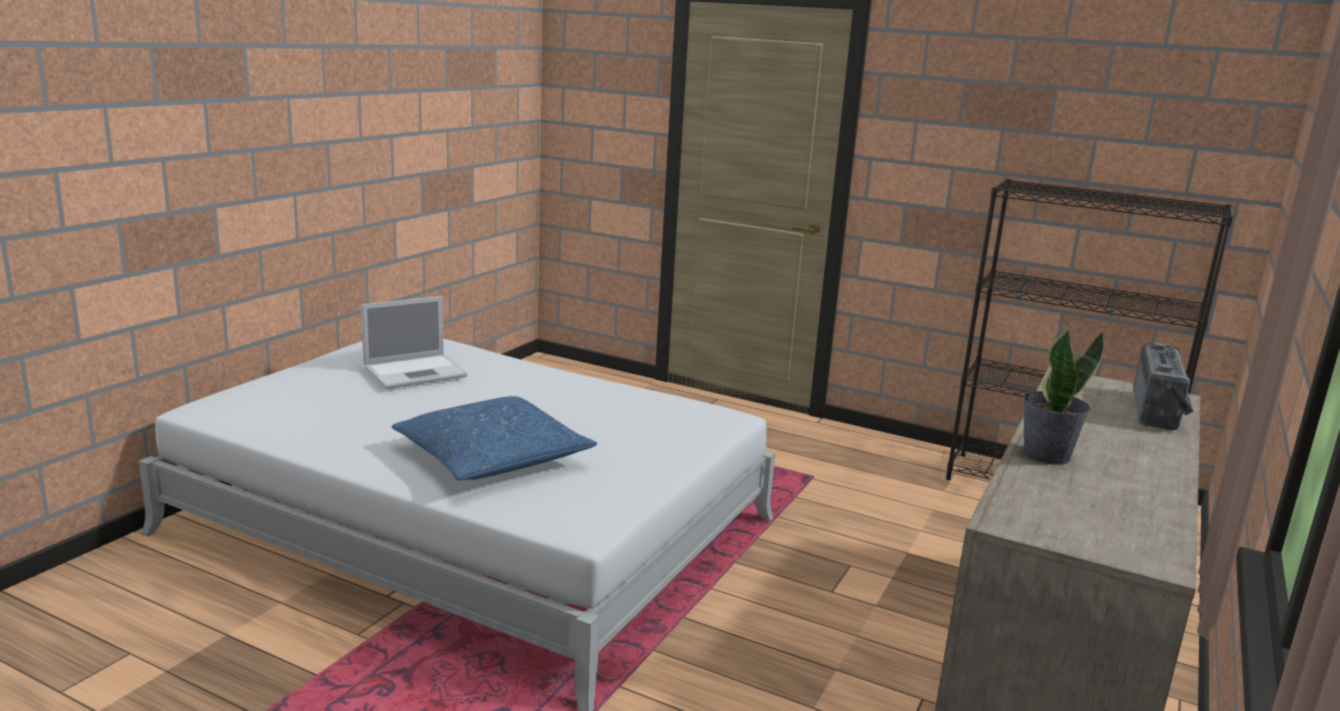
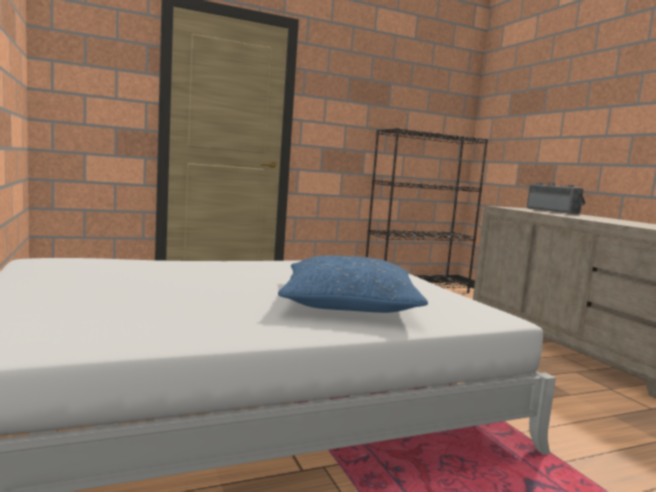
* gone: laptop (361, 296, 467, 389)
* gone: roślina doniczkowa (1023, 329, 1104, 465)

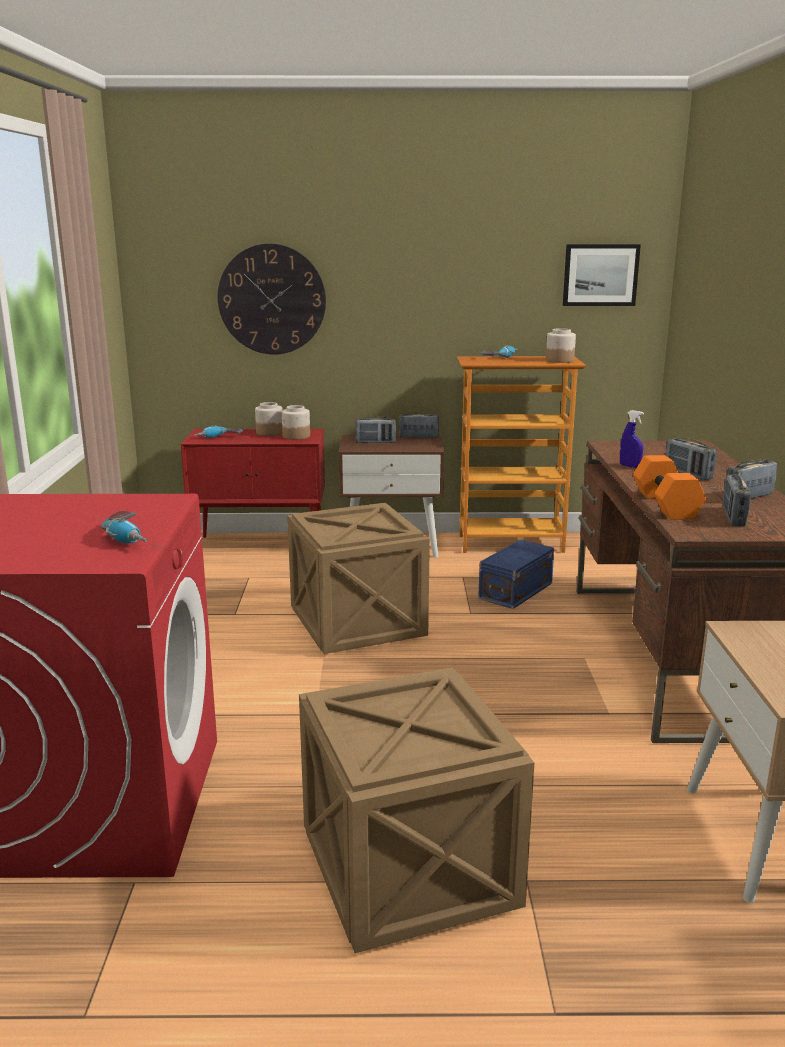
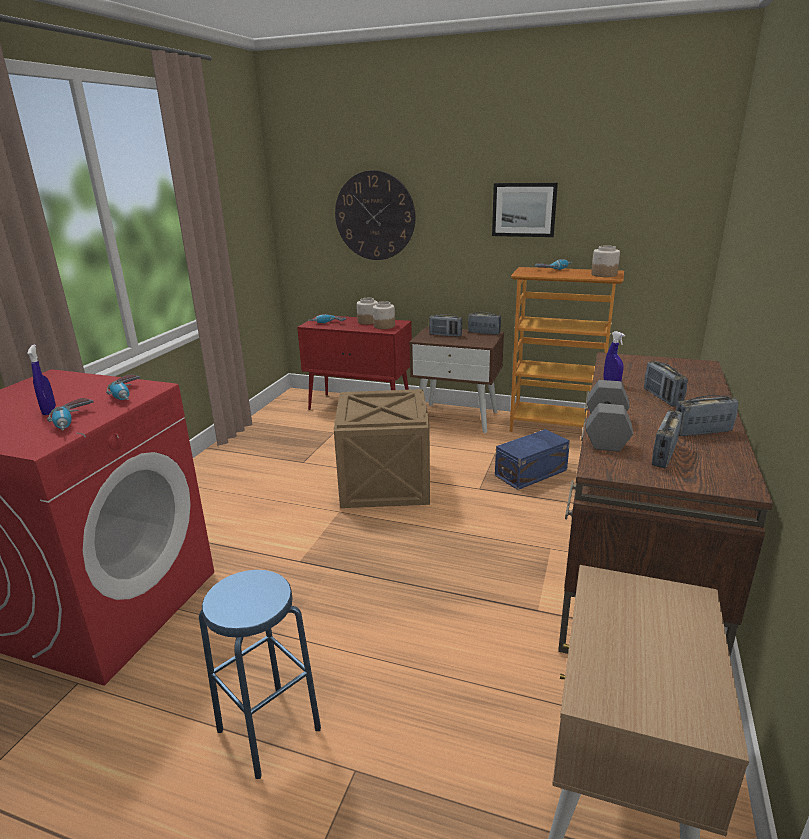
* new: spryskiwacz [niebieski] (27, 344, 56, 415)
* new: wiertarka (106, 375, 140, 400)
* shifted: obraz (563, 244, 641, 306) to (492, 183, 558, 237)
* swapped: skrzynka (299, 667, 534, 953) to stołek [niebieski] (199, 570, 321, 779)
* repainted: hantel [pomarańczowy] (633, 455, 706, 520) to hantel [szary] (586, 380, 633, 452)

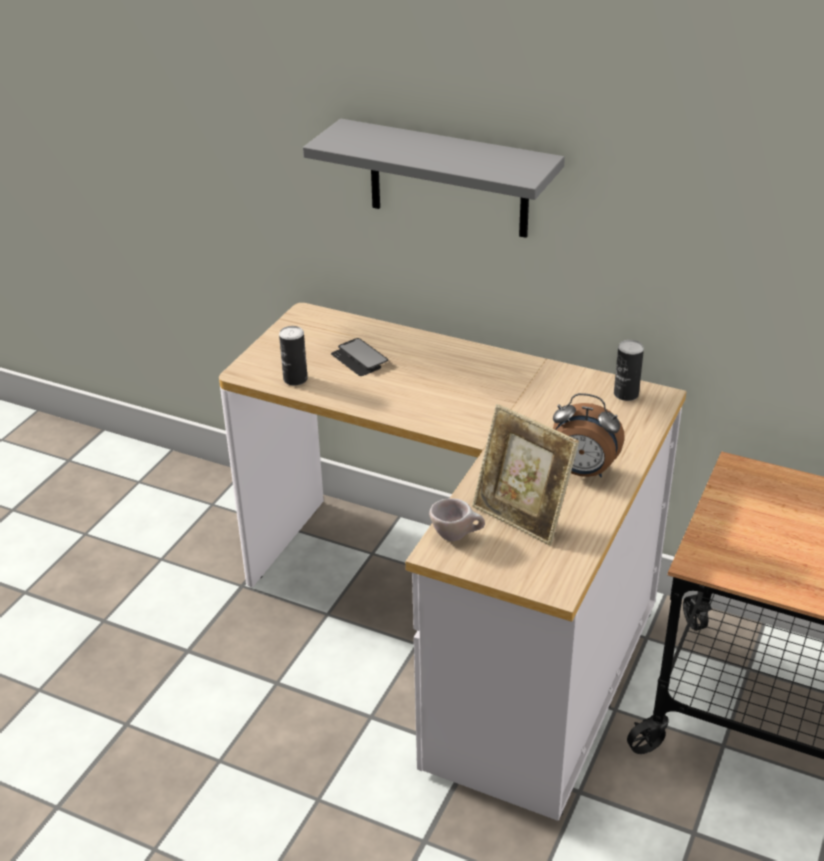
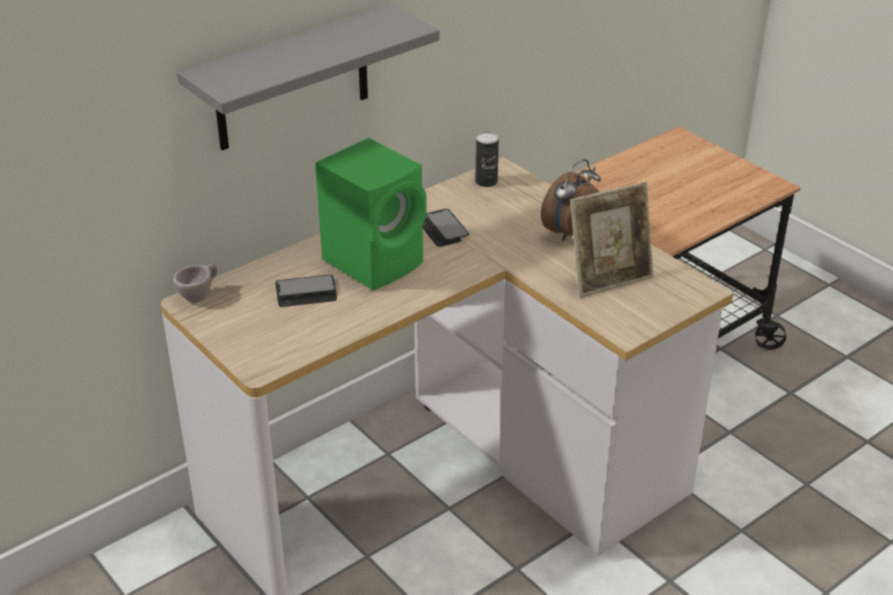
* gone: puszka (279, 326, 308, 385)
* new: głośnik [zielony] (315, 138, 427, 291)
* new: telefon (423, 209, 469, 247)
* shifted: filiżanka [beżowy] (429, 498, 485, 541) to (173, 264, 217, 303)

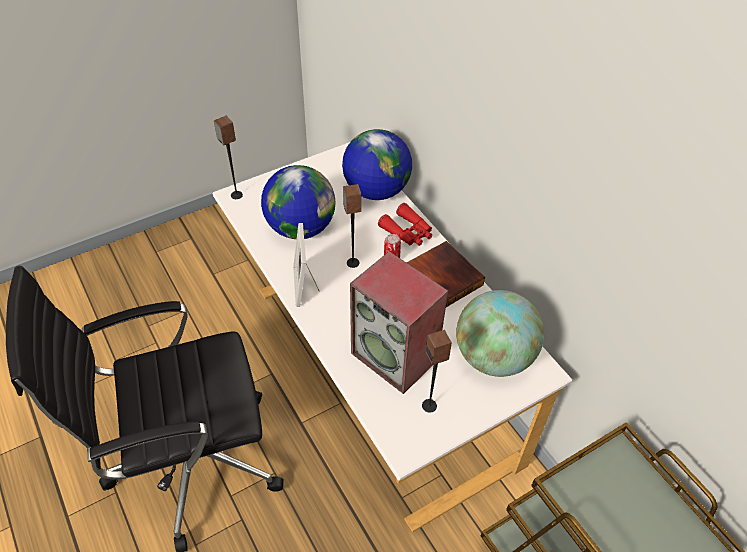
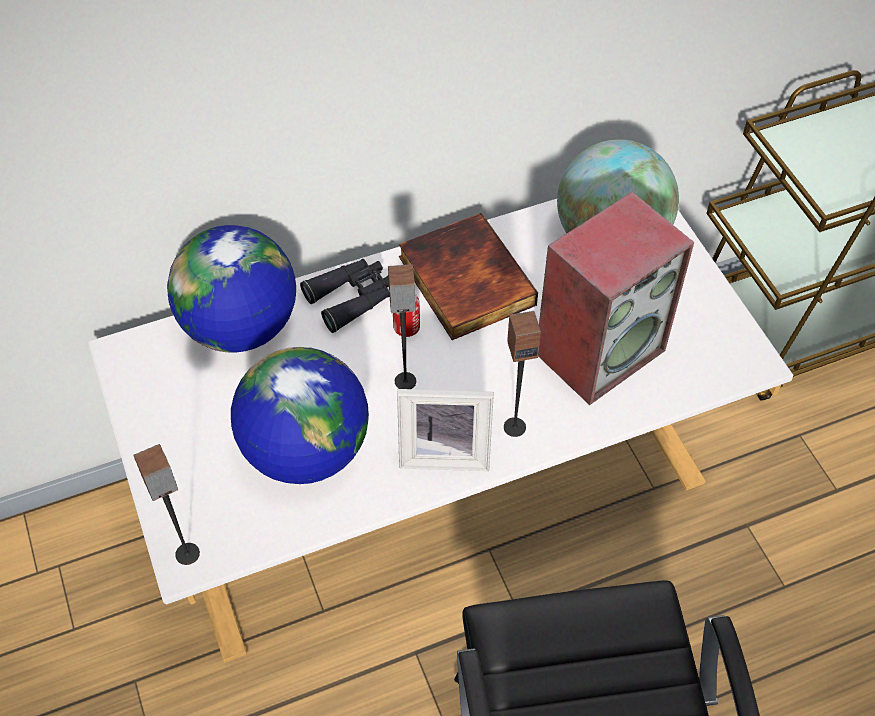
* shifted: głośnik (422, 330, 452, 412) to (504, 311, 541, 437)
* repainted: lornetka [czerwony] (378, 203, 432, 246) to lornetka [czarny] (300, 259, 390, 333)

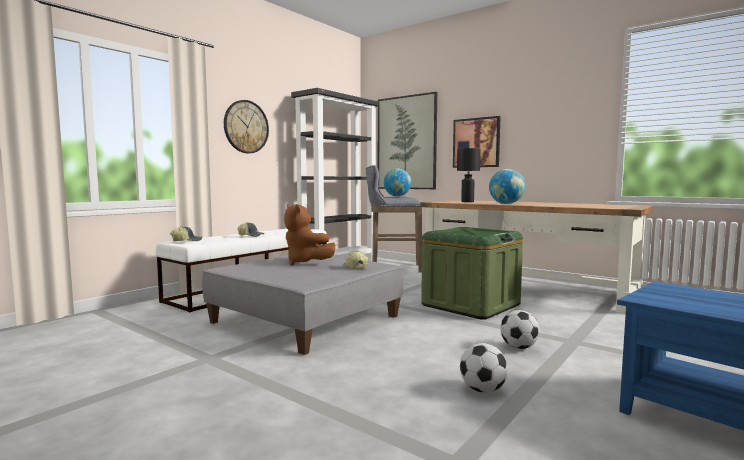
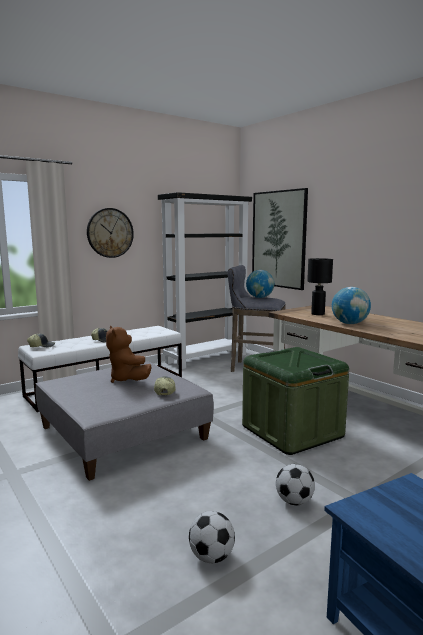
* gone: obraz (453, 116, 501, 168)

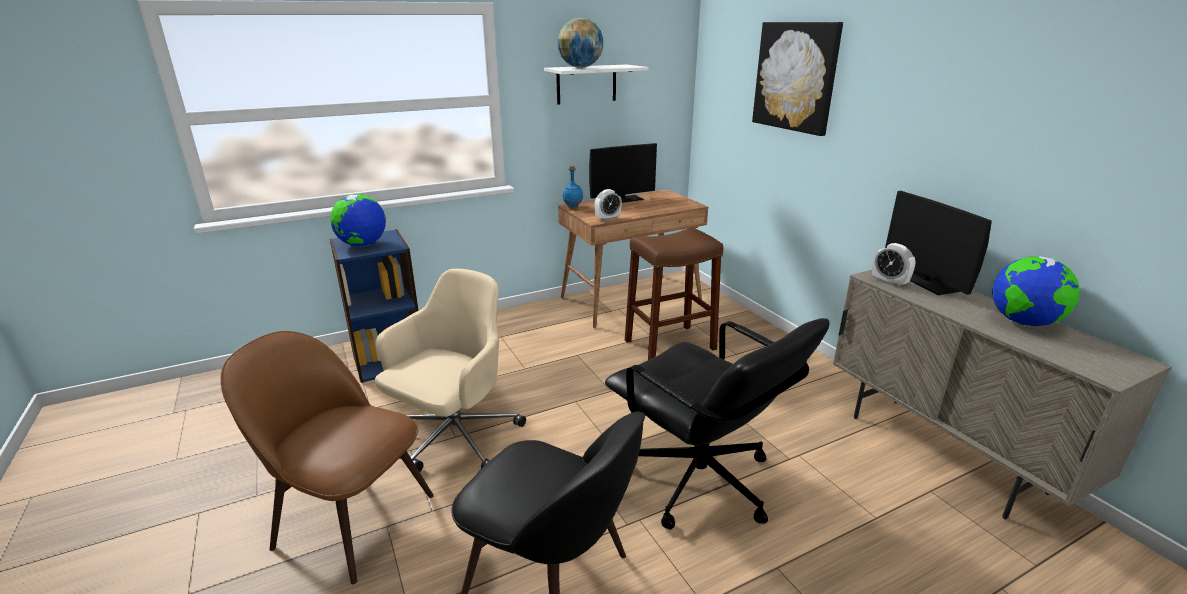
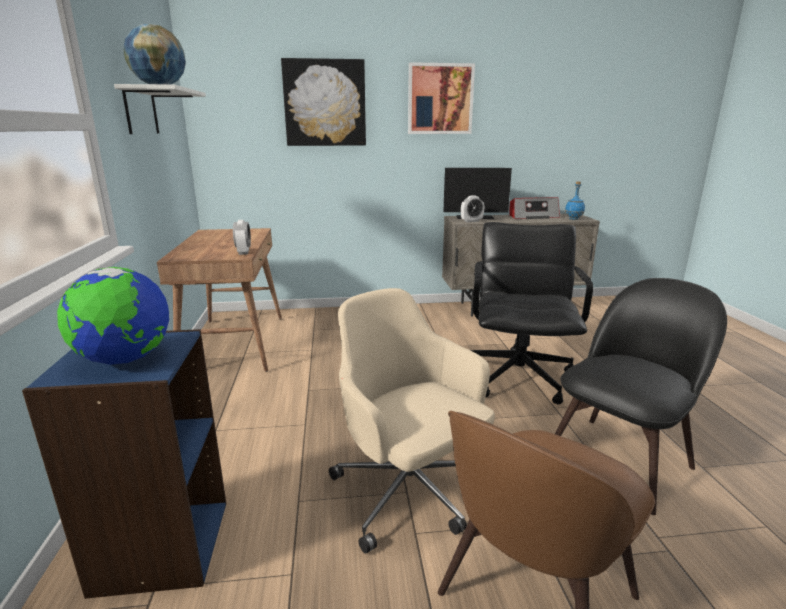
* gone: monitor (589, 143, 657, 203)
* gone: stołek [brązowy] (625, 228, 723, 360)
* new: obraz (408, 62, 475, 134)
* shifted: butelka [niebieski] (562, 165, 583, 208) to (565, 182, 585, 220)
* swapped: globus (992, 256, 1080, 326) to radio (509, 197, 560, 219)
* rotated: krzesło biurowe [czarny] (605, 318, 830, 529) = (471, 222, 593, 404) 60 degrees counterclockwise

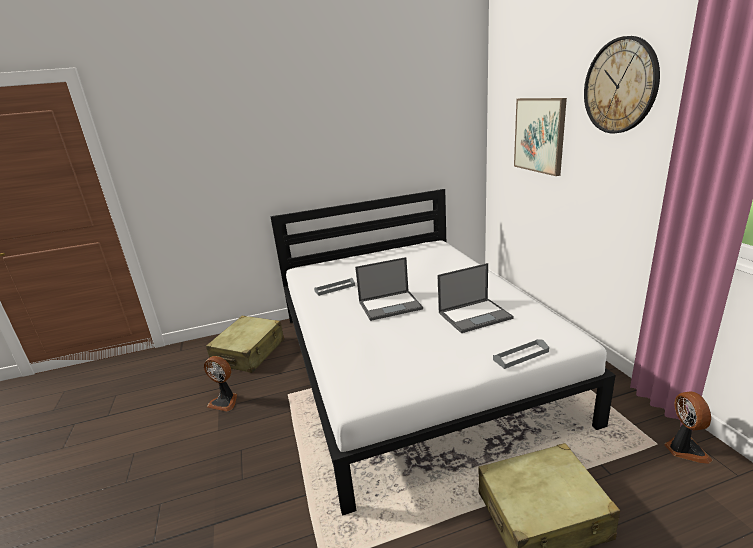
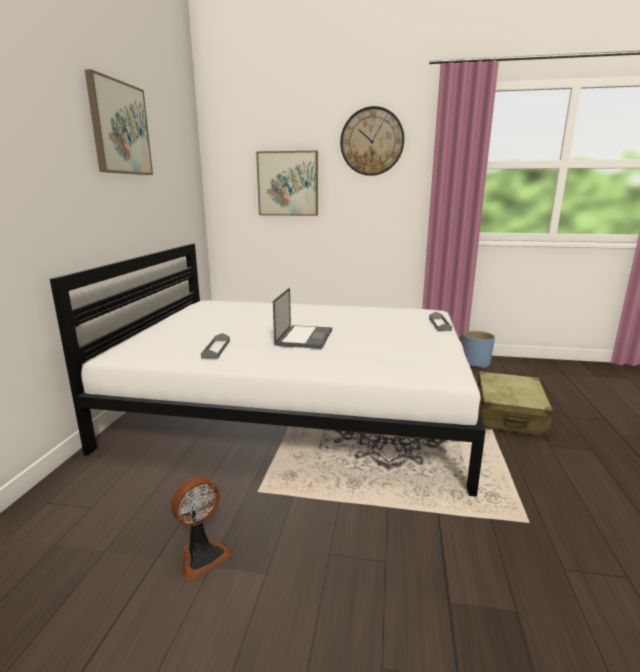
* gone: walizka [beżowy] (206, 316, 284, 373)
* gone: laptop (437, 263, 514, 333)
* new: obraz (85, 69, 153, 175)
* swapped: wentylator (664, 392, 712, 464) to donica [niebieski] (463, 331, 495, 368)

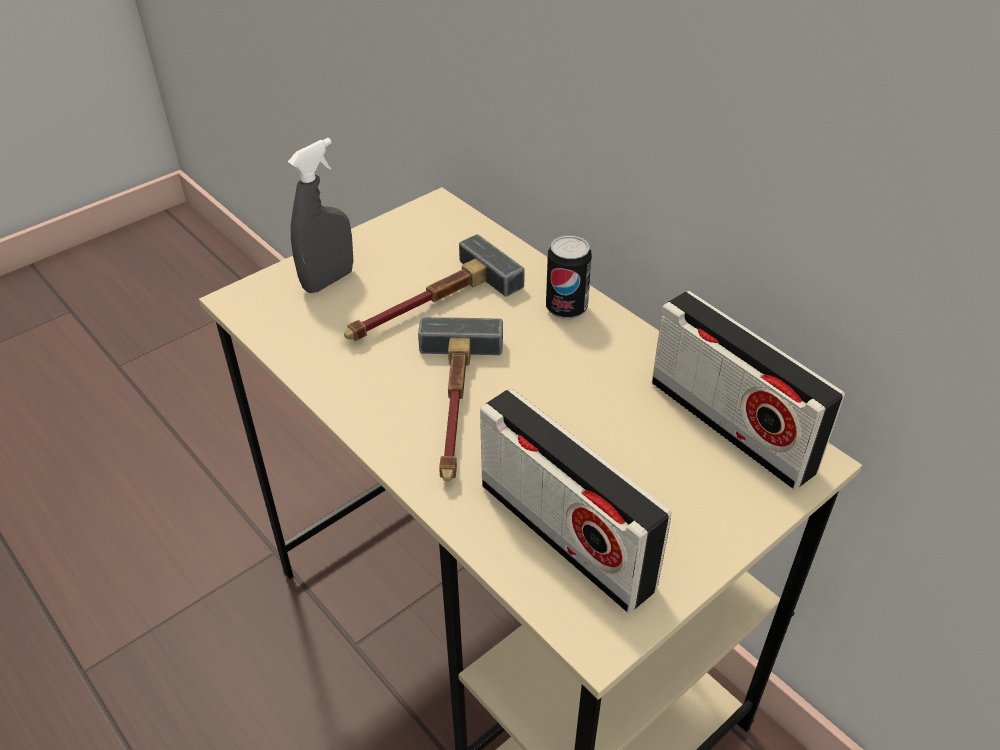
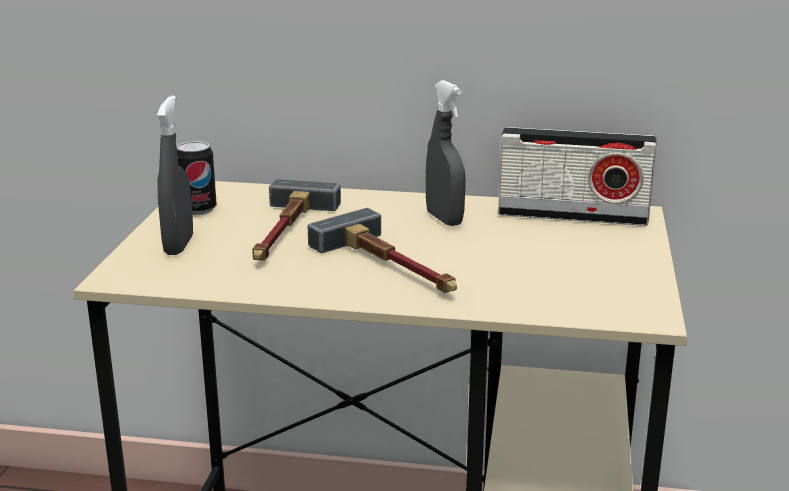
* gone: radio (480, 389, 672, 613)
* new: spryskiwacz [szary] (426, 80, 466, 226)
* shifted: puszka (546, 235, 592, 319) to (177, 141, 217, 215)

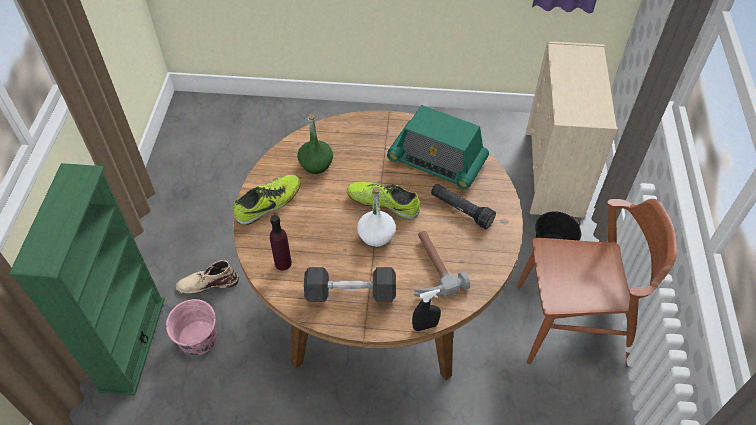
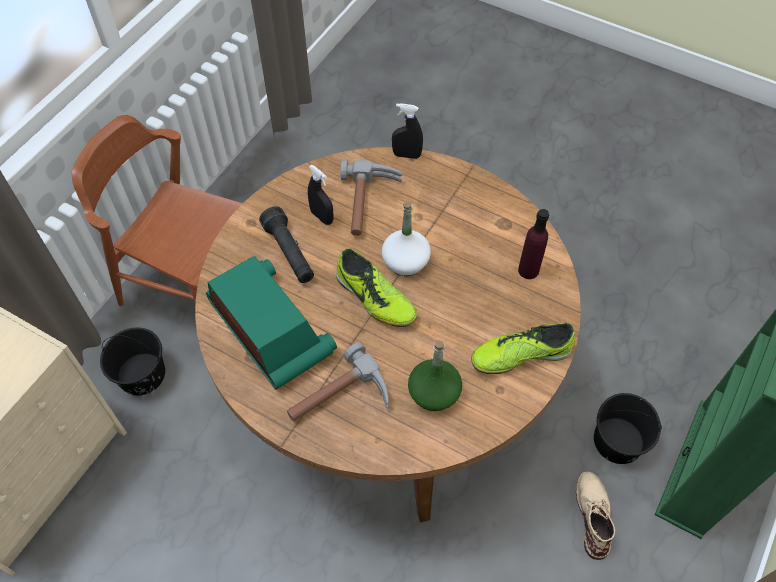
* gone: hantel [szary] (304, 267, 396, 302)
* new: młotek (287, 342, 389, 421)
* new: spryskiwacz [czarny] (308, 165, 334, 225)
* repainted: wiadro [różowy] (166, 299, 217, 356) to wiadro [czarny] (594, 393, 662, 464)
* rotated: but z cholewką [beżowy] (176, 260, 239, 294) = (576, 472, 615, 560) 105 degrees counterclockwise

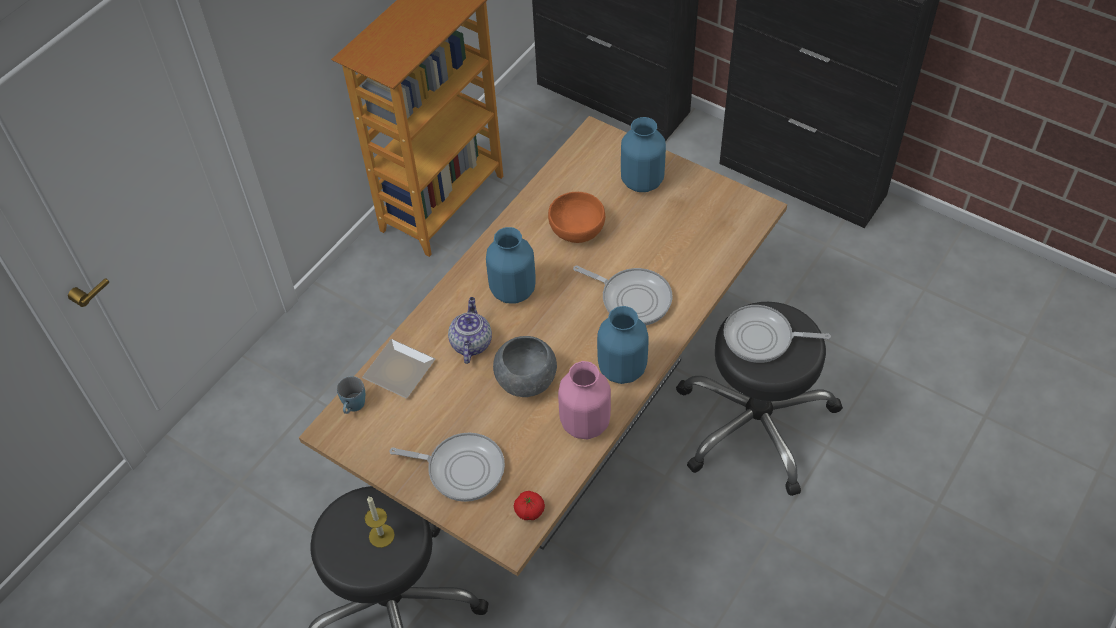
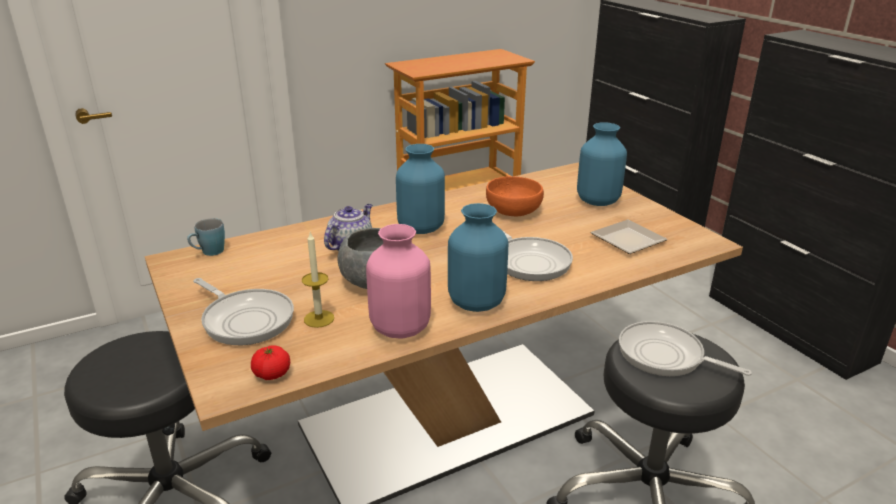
* shifted: talerz (362, 339, 435, 398) to (590, 220, 668, 254)
* shifted: świeca (365, 496, 395, 548) to (302, 233, 334, 328)

